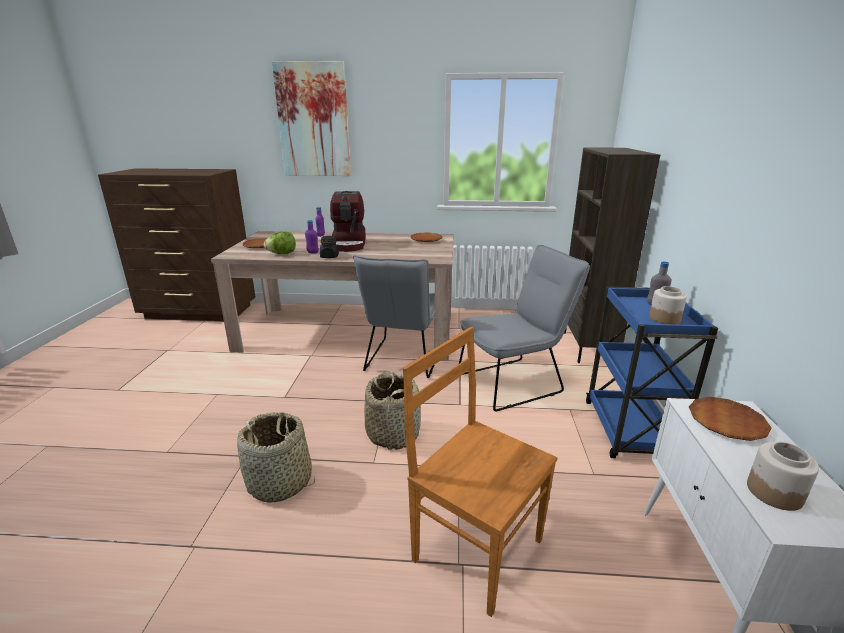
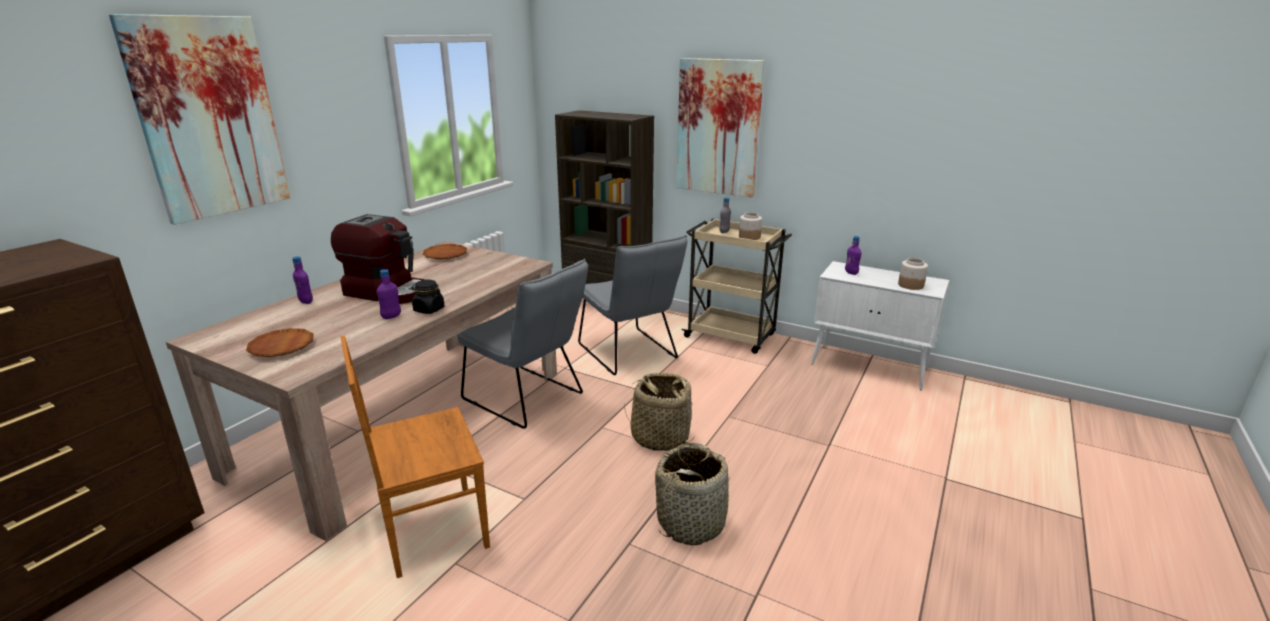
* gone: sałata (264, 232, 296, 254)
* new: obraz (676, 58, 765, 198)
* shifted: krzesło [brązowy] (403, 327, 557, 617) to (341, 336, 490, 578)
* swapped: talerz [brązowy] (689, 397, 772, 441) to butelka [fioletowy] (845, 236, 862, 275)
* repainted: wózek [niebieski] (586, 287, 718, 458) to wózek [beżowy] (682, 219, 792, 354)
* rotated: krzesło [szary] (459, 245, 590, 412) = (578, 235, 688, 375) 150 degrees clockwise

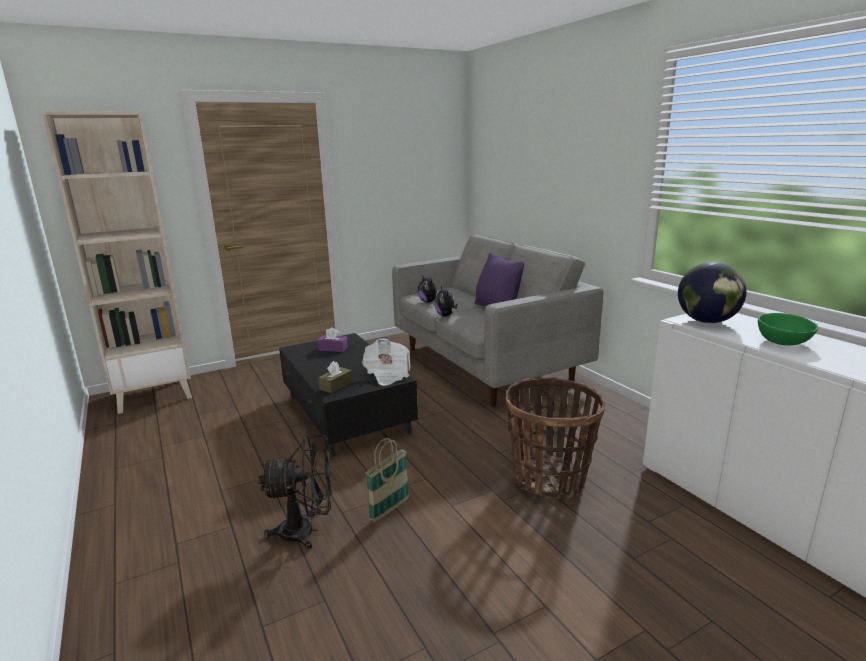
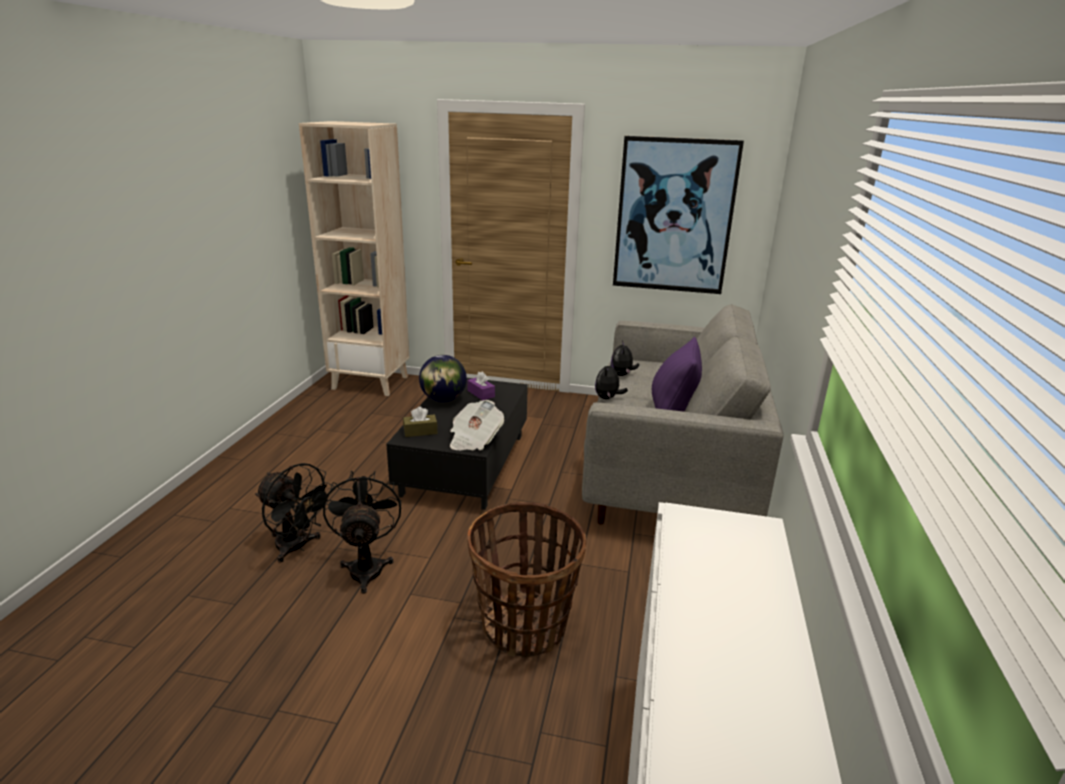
* gone: miska [zielony] (758, 313, 819, 345)
* new: obraz (613, 136, 744, 294)
* shifted: globus (678, 262, 746, 323) to (419, 355, 467, 402)
* swapped: koszyk (366, 438, 409, 522) to wentylator [czarny] (323, 471, 401, 594)

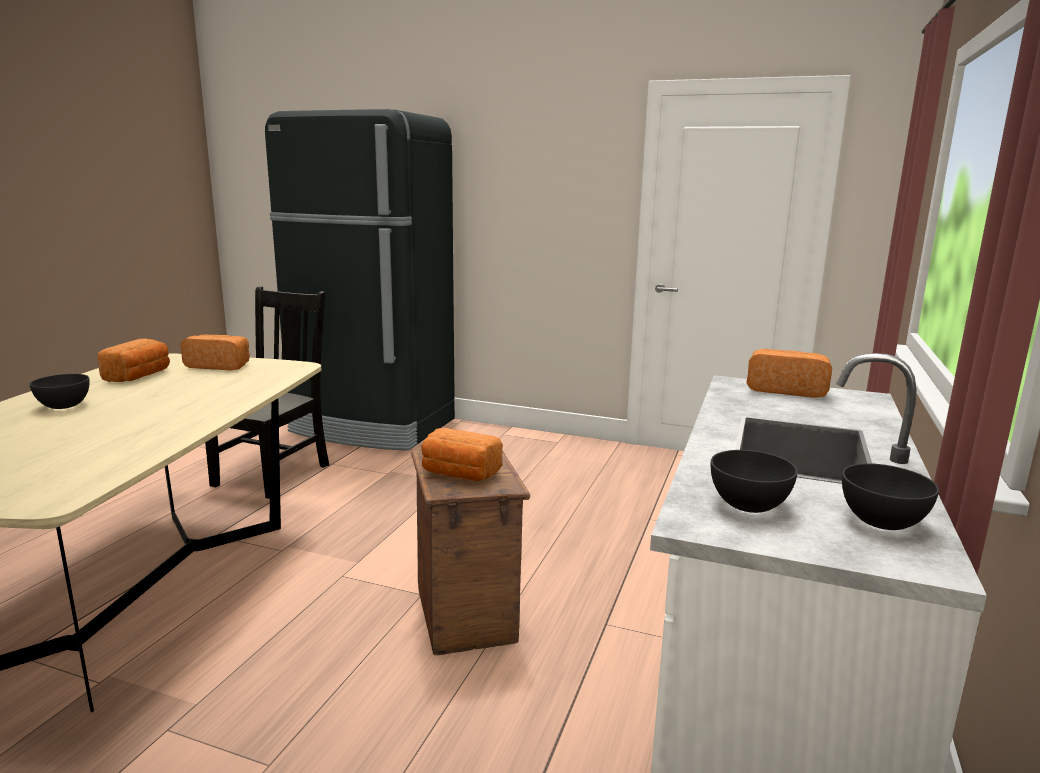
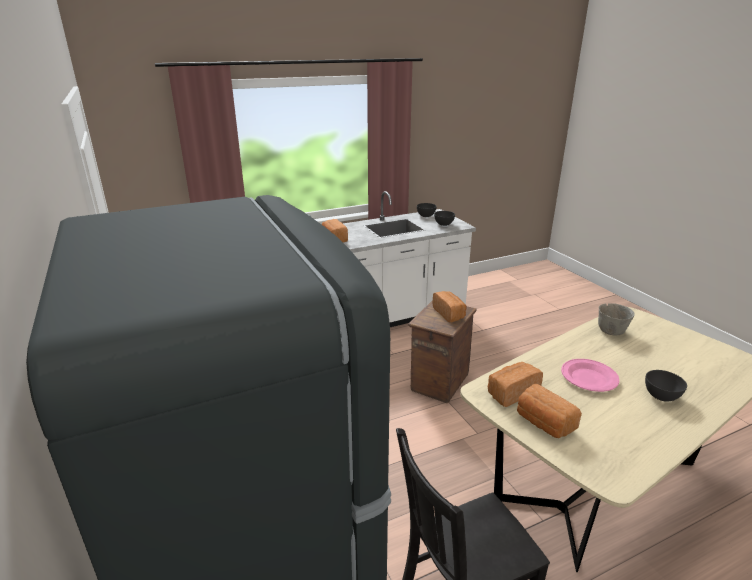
* new: talerz [różowy] (561, 359, 619, 392)
* new: miska [szary] (598, 303, 635, 335)
* shifted: chleb (98, 339, 170, 382) to (488, 362, 543, 407)

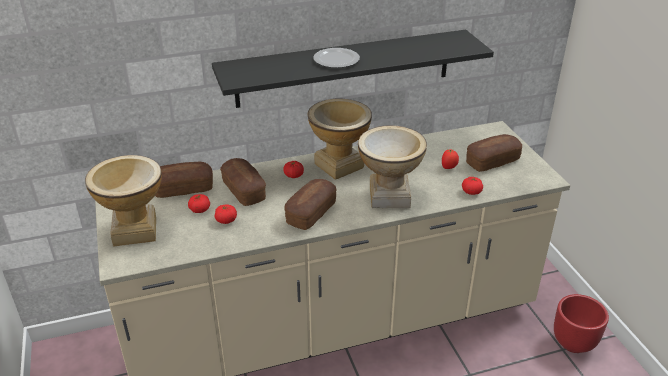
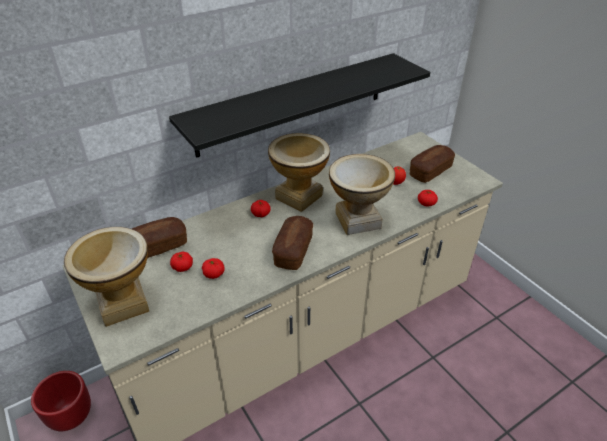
* gone: chleb (220, 158, 266, 206)
* gone: talerz (313, 48, 360, 68)
* shifted: donica [czerwony] (554, 294, 609, 353) to (31, 371, 91, 431)

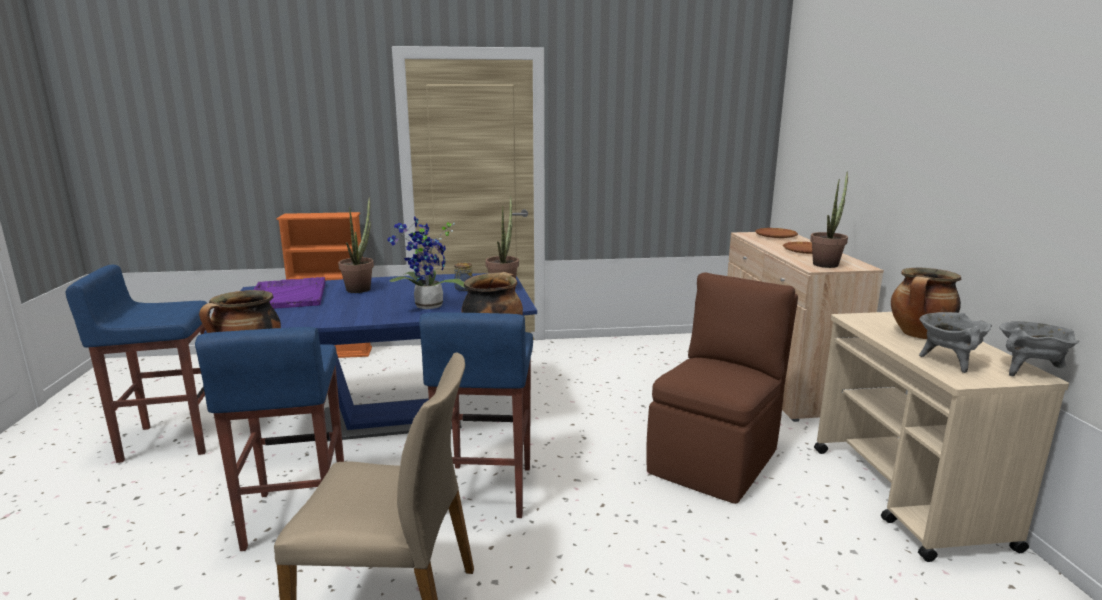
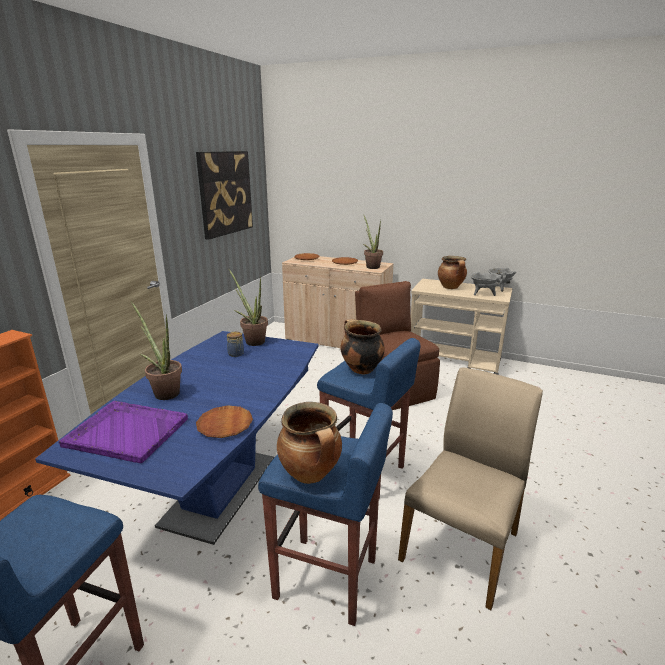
* gone: roślina doniczkowa (387, 217, 465, 309)
* new: obraz (196, 151, 253, 240)
* new: talerz [brązowy] (196, 405, 253, 438)

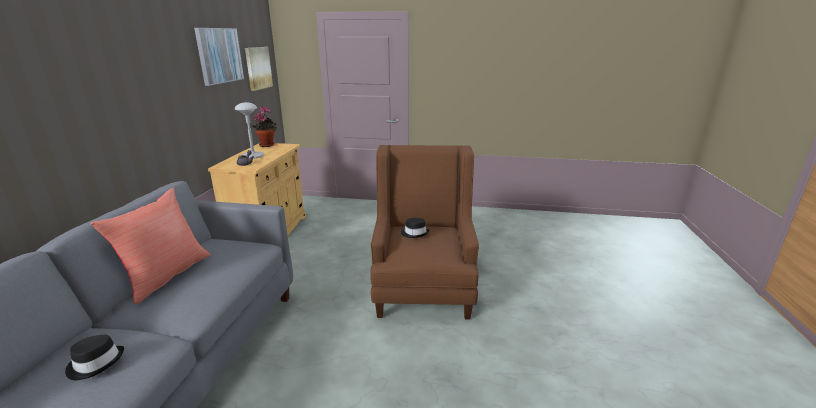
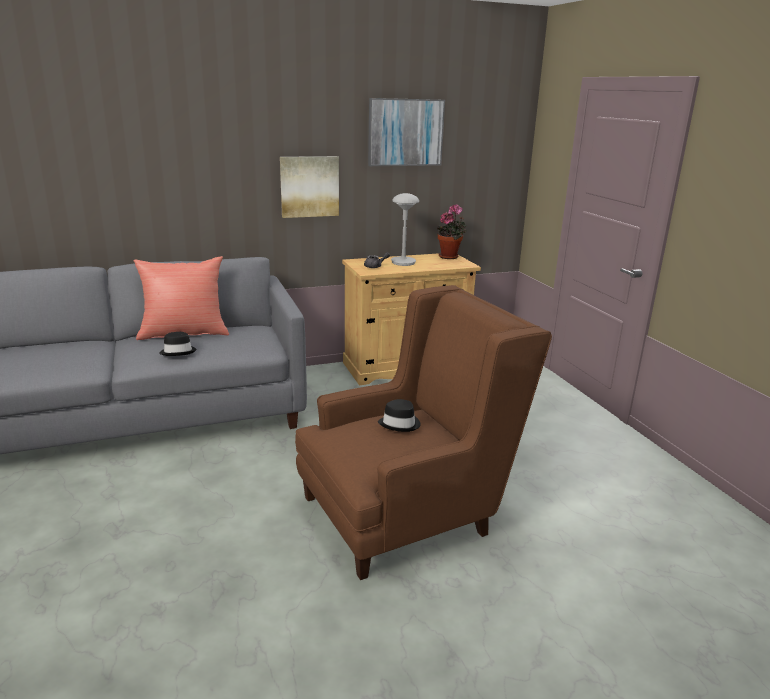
* shifted: kapelusz [czarny] (65, 335, 124, 380) to (159, 332, 197, 356)
* shifted: obraz (245, 47, 273, 91) to (280, 156, 339, 218)

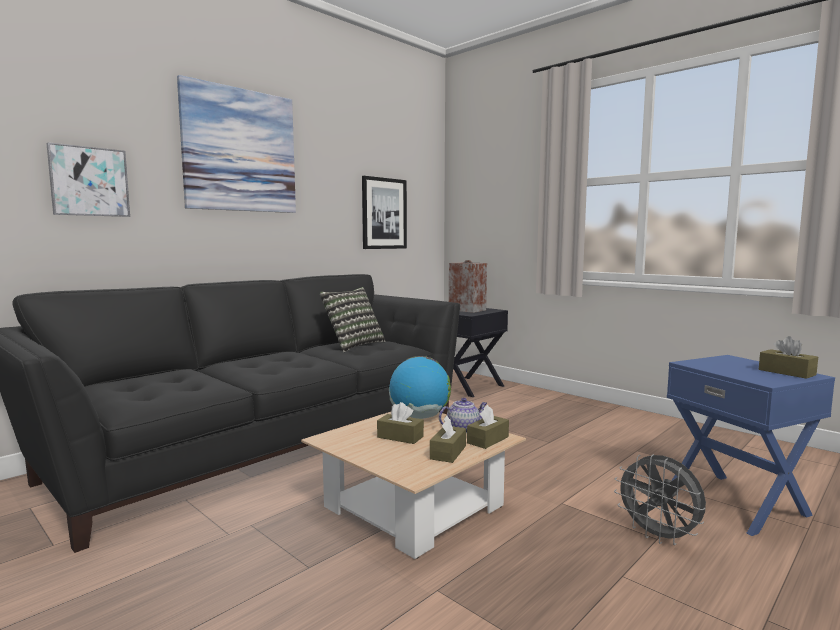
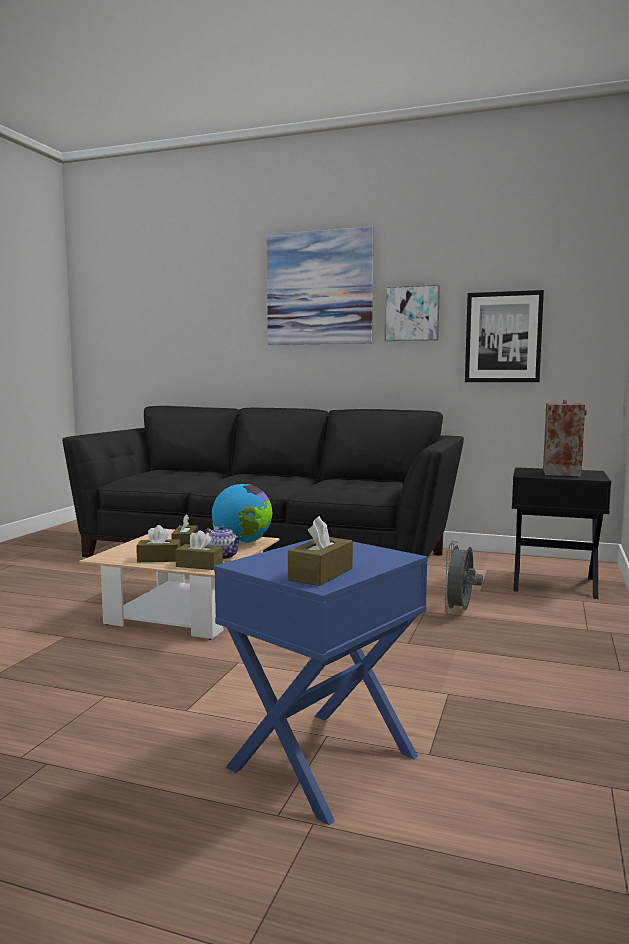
* gone: poduszka (320, 287, 386, 352)
* shifted: obraz (46, 142, 130, 217) to (384, 284, 440, 341)
* shifted: wentylator [szary] (614, 454, 706, 545) to (442, 541, 483, 613)

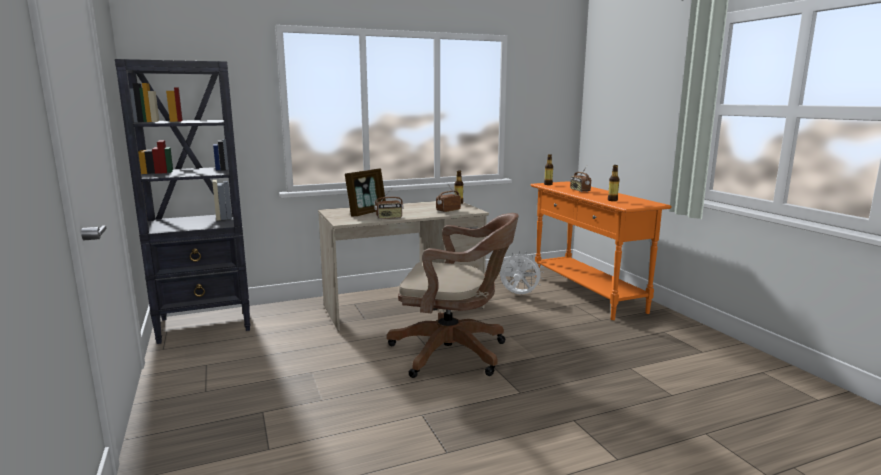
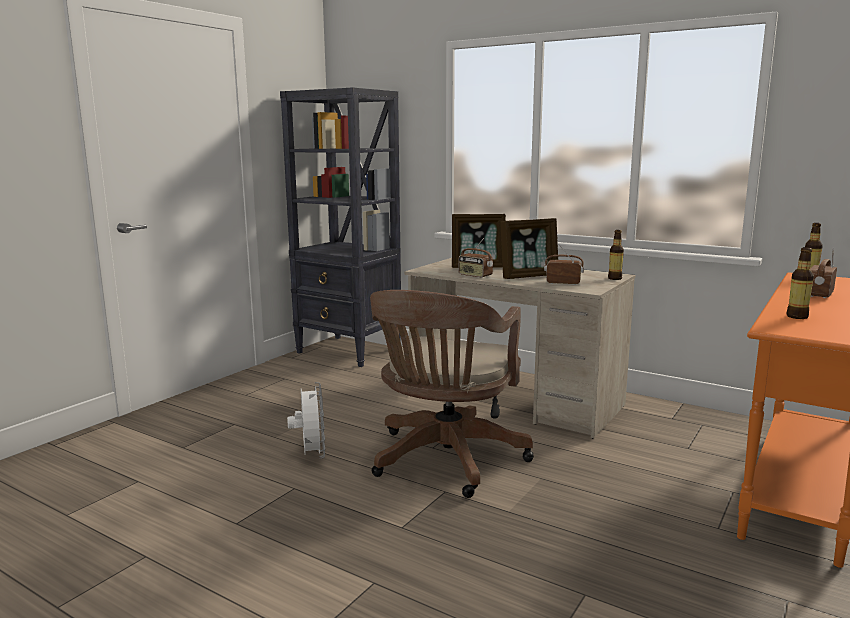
* new: ramka na zdjęcie (500, 218, 558, 279)
* shifted: wentylator [biały] (500, 251, 543, 294) to (287, 382, 325, 459)
* rotated: krzesło biurowe [brązowy] (387, 213, 519, 378) = (370, 290, 534, 498) 45 degrees clockwise

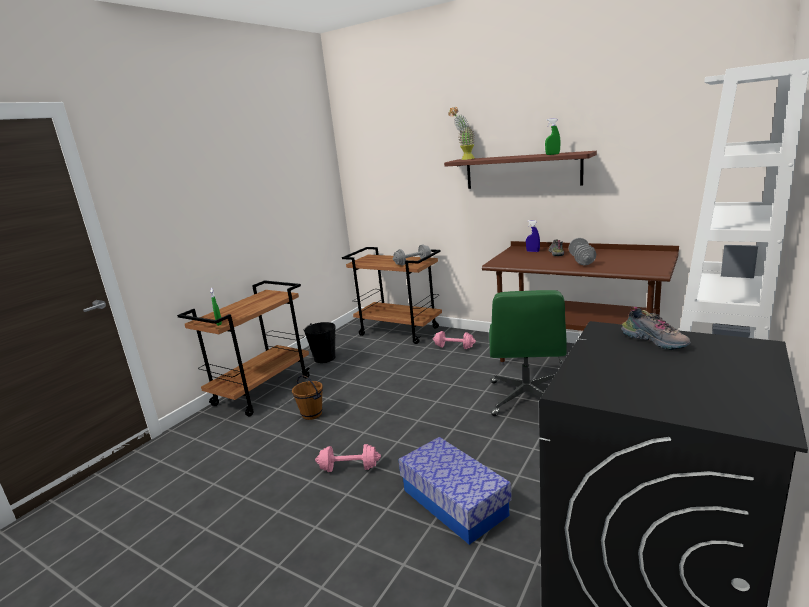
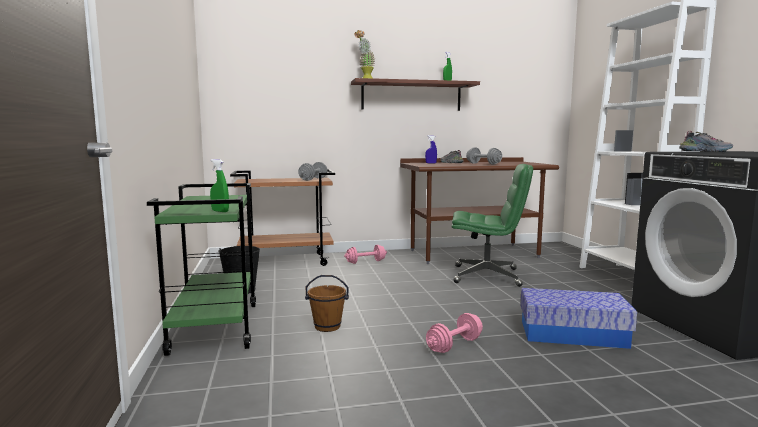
* repainted: wózek [brązowy] (177, 280, 310, 416) to wózek [zielony] (147, 183, 256, 356)
* rotated: krzesło biurowe [zielony] (489, 290, 567, 416) = (451, 164, 533, 287) 45 degrees counterclockwise

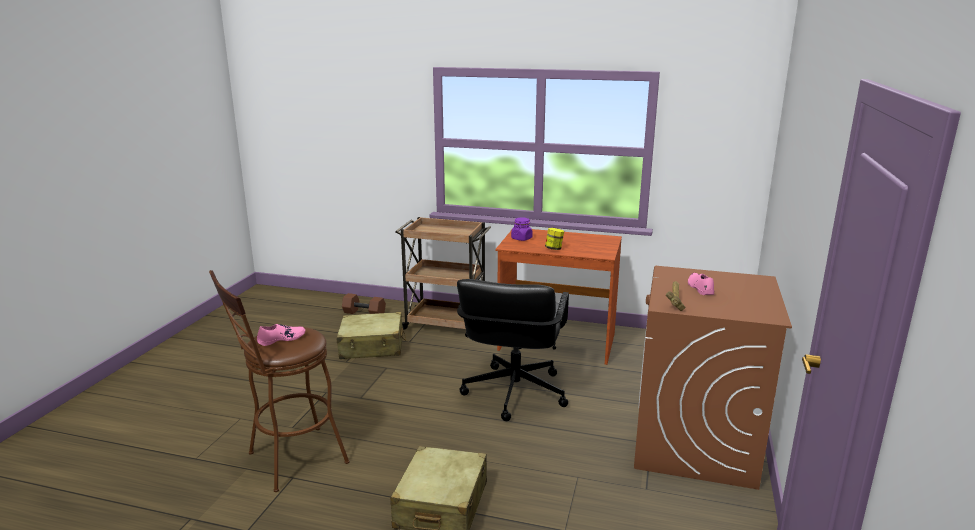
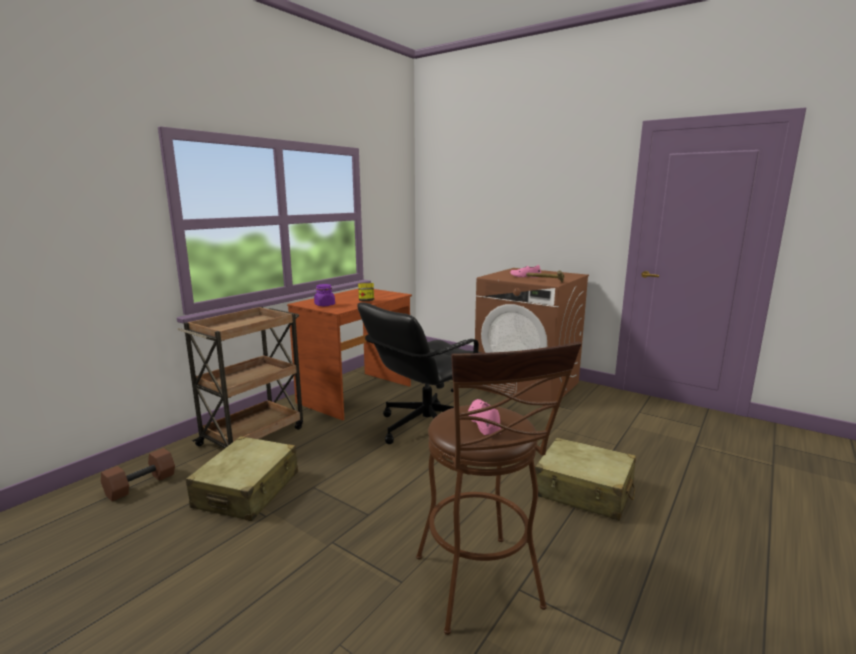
* rotated: krzesło biurowe [czarny] (457, 279, 569, 421) = (357, 302, 481, 444) 105 degrees clockwise

